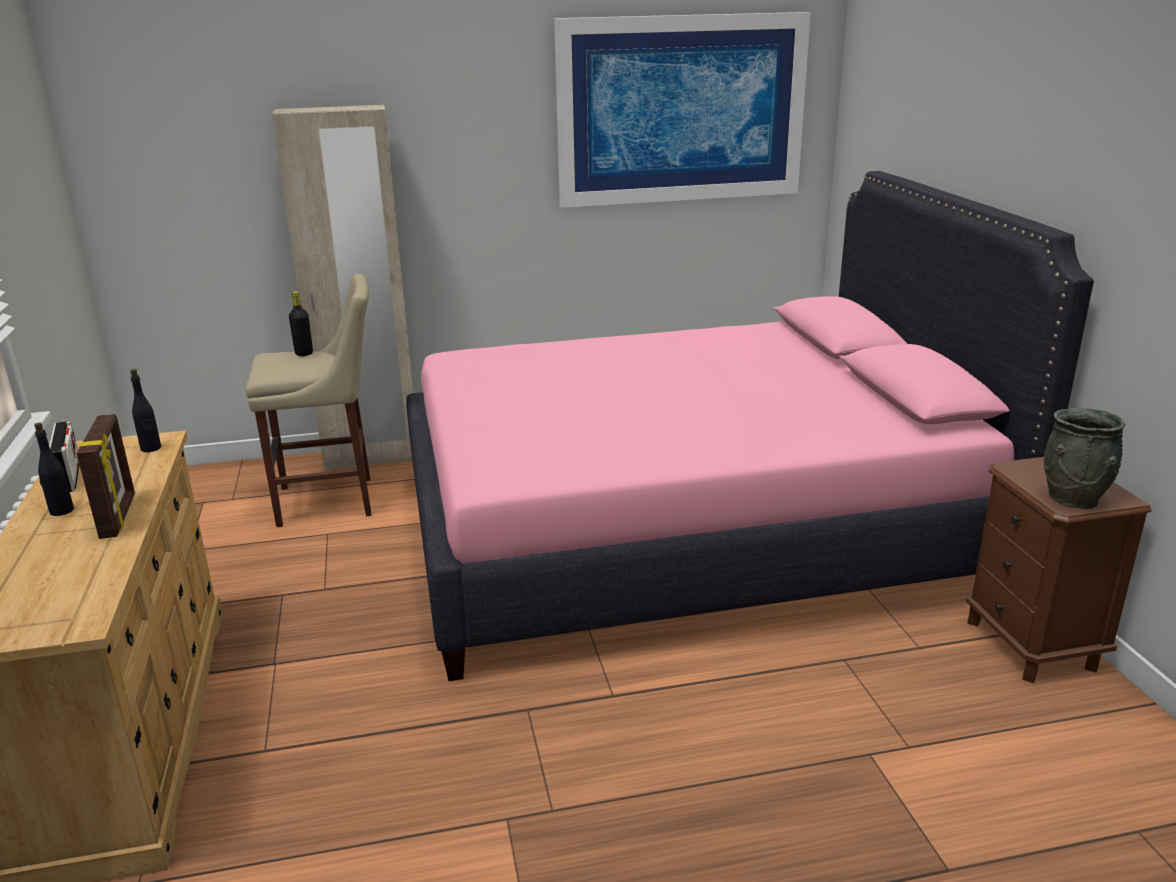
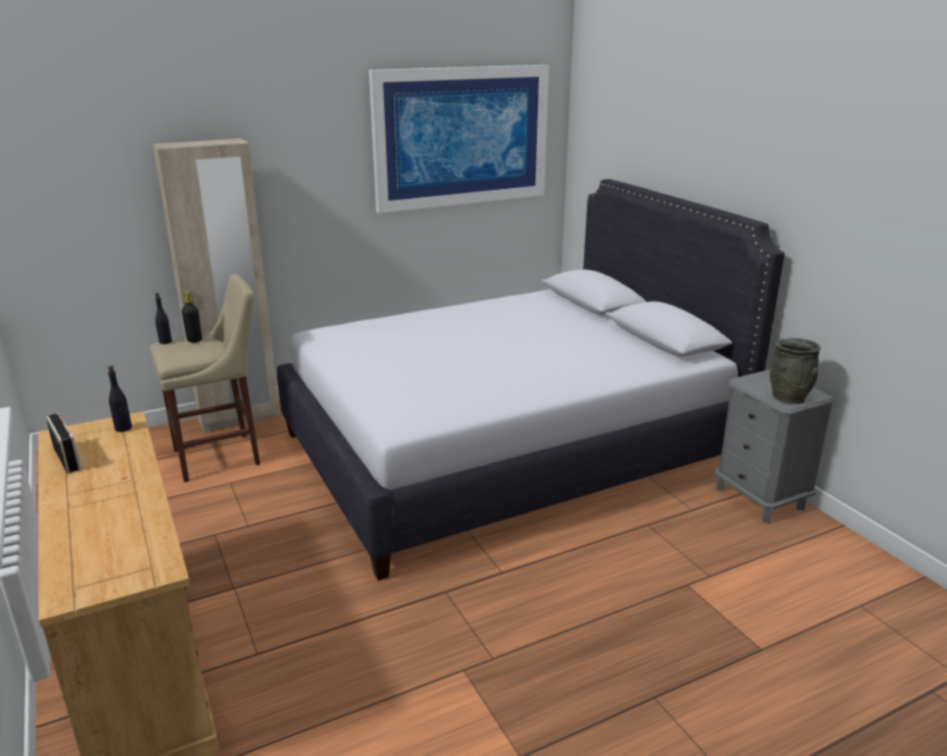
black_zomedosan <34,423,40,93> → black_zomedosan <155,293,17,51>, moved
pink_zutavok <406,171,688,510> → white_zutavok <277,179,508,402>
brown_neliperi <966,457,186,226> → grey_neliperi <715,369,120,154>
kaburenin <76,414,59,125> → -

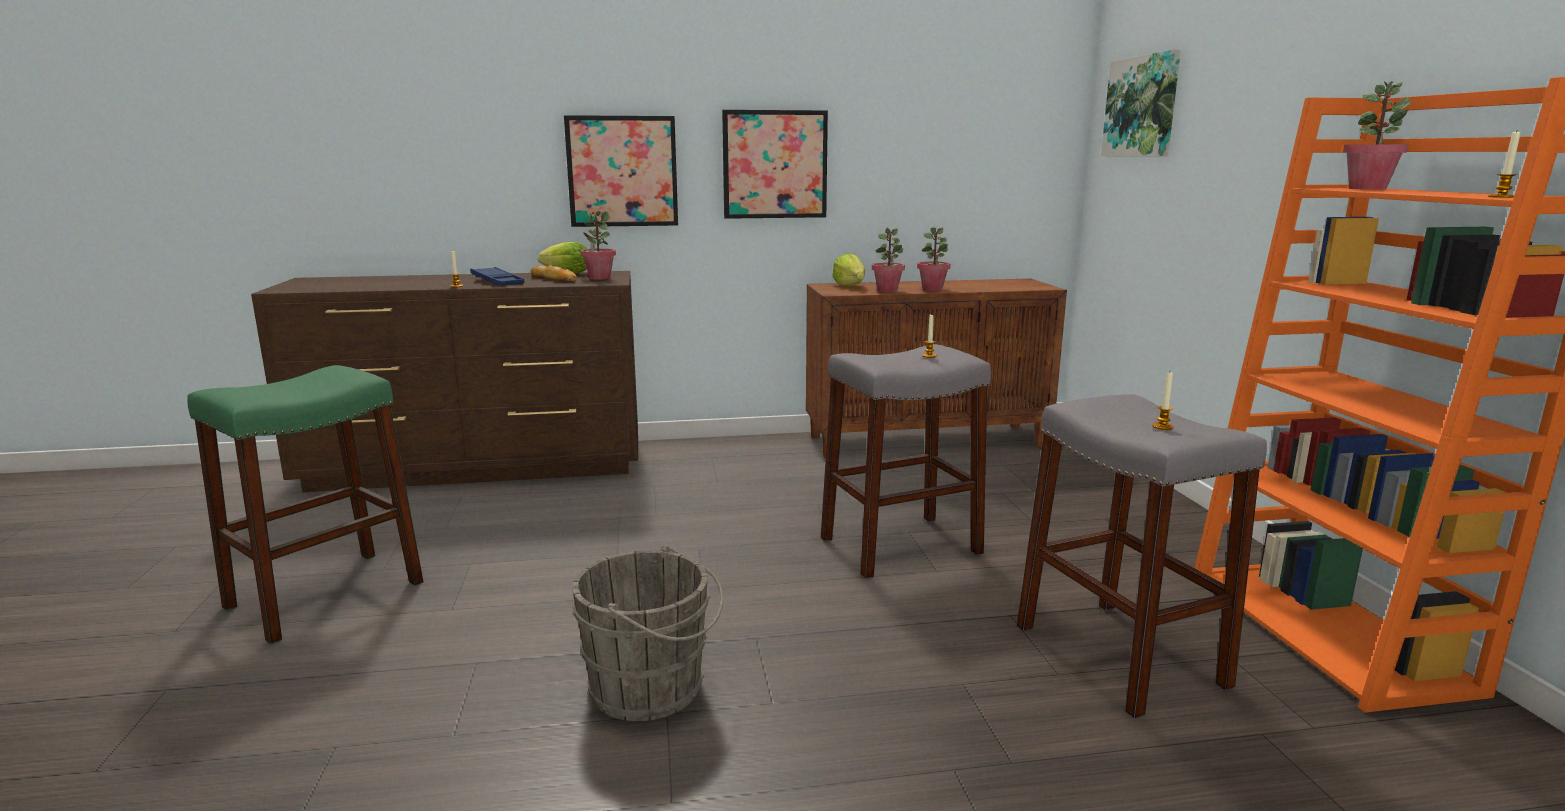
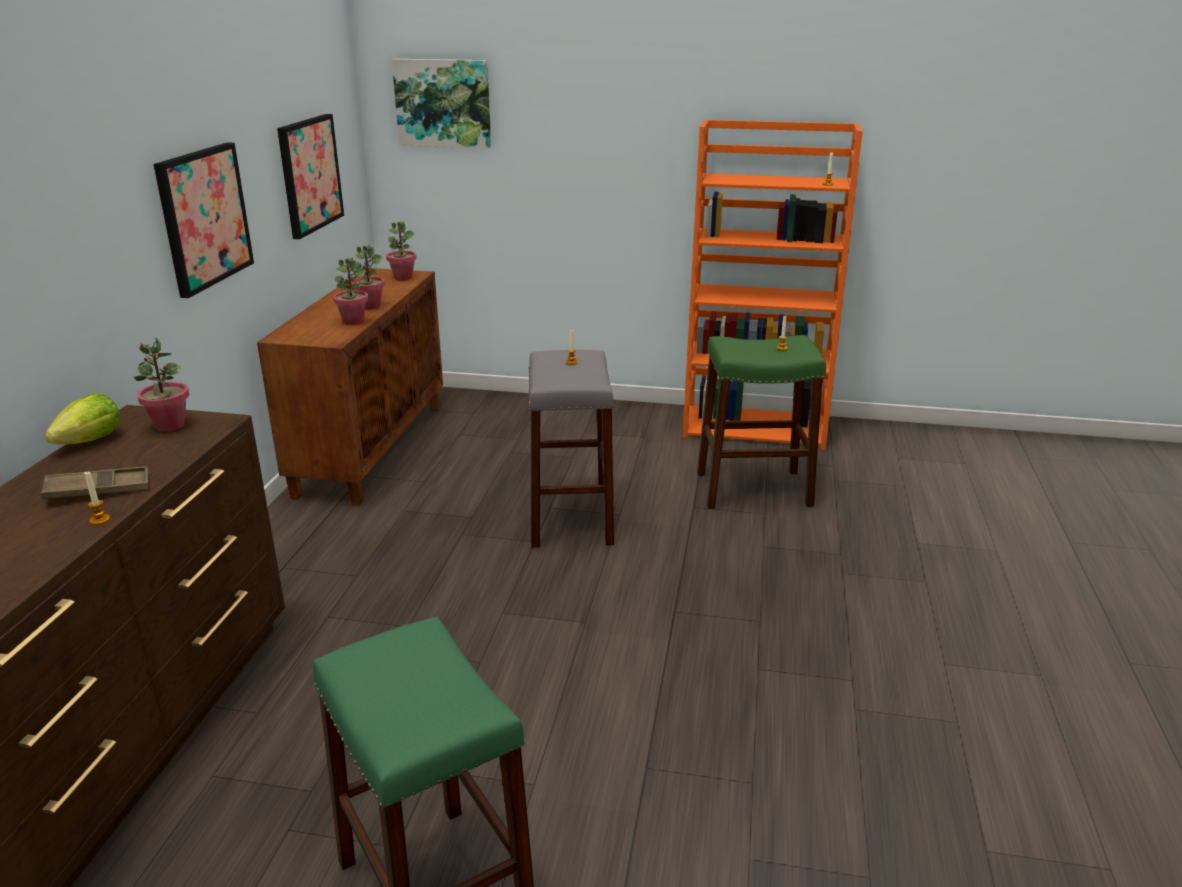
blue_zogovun <470,267,55,19> → brown_zogovun <41,466,108,35>
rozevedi <564,115,114,112> → rozevedi <277,114,67,125>, moved
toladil <1343,81,68,109> → toladil <386,221,31,60>, moved
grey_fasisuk <1017,394,250,324> → green_fasisuk <697,335,129,174>
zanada <530,265,47,17> → -
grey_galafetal <572,545,151,176> → -
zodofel <832,253,33,33> → -

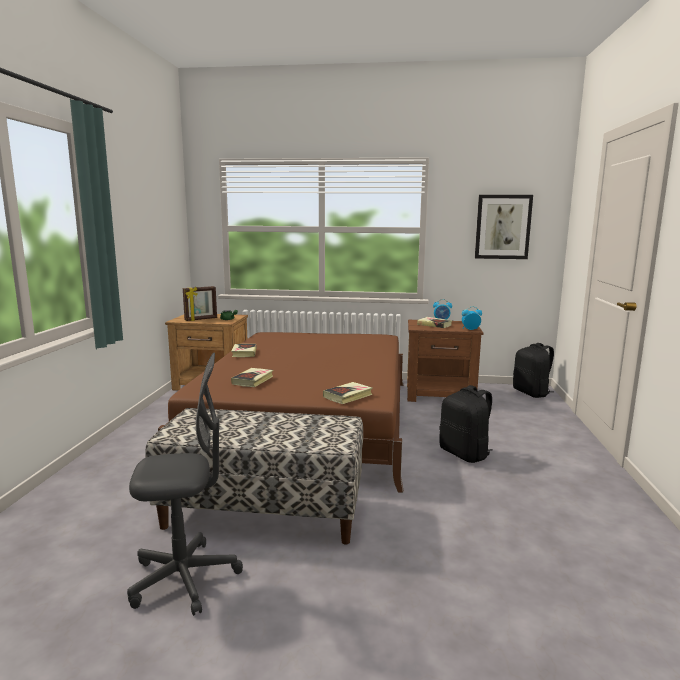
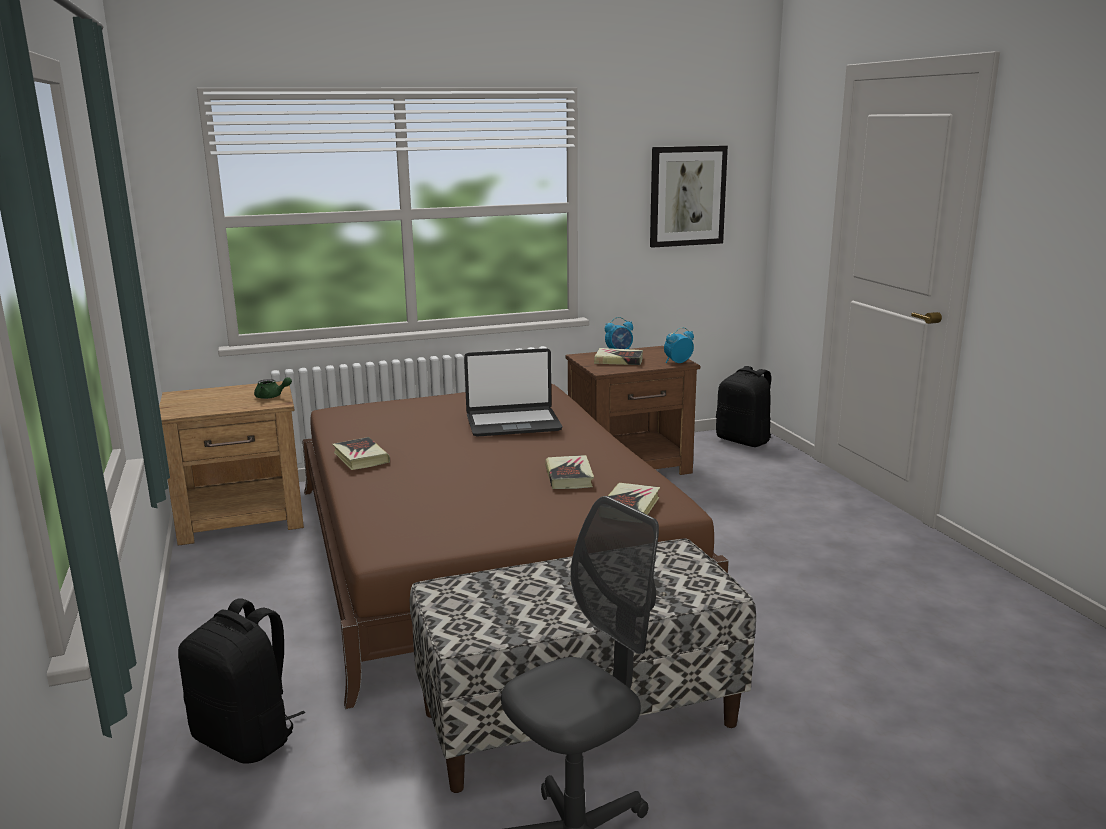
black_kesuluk <439,385,54,78> → black_kesuluk <178,598,127,166>, moved
- → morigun <464,348,99,89>
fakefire <231,368,42,19> → fakefire <545,455,49,34>, moved
kaburenin <183,286,34,35> → -

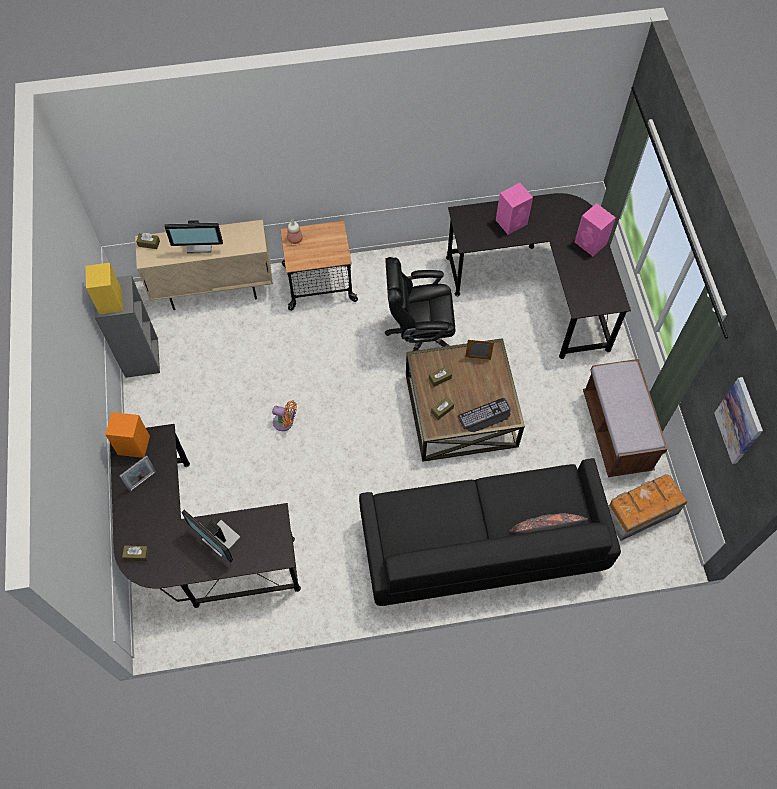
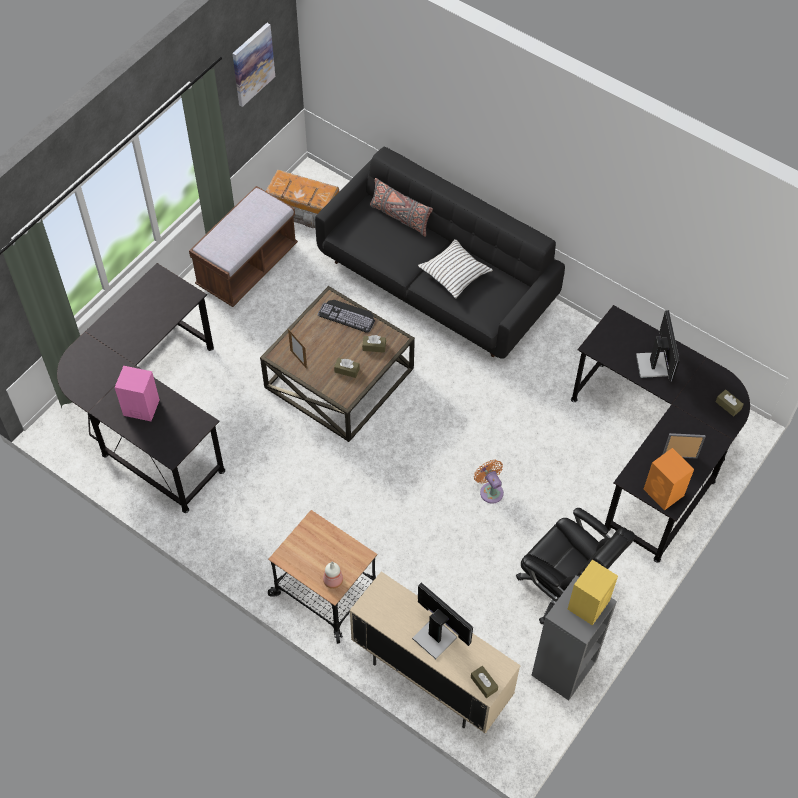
- → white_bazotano <418,239,75,60>
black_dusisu <385,257,70,94> → black_dusisu <516,508,120,116>, moved
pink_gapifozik <575,203,41,53> → -

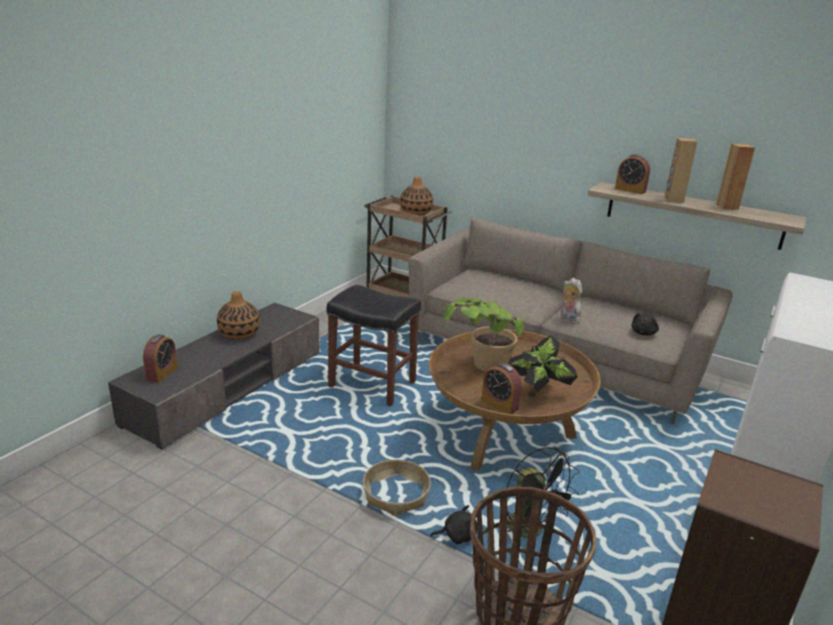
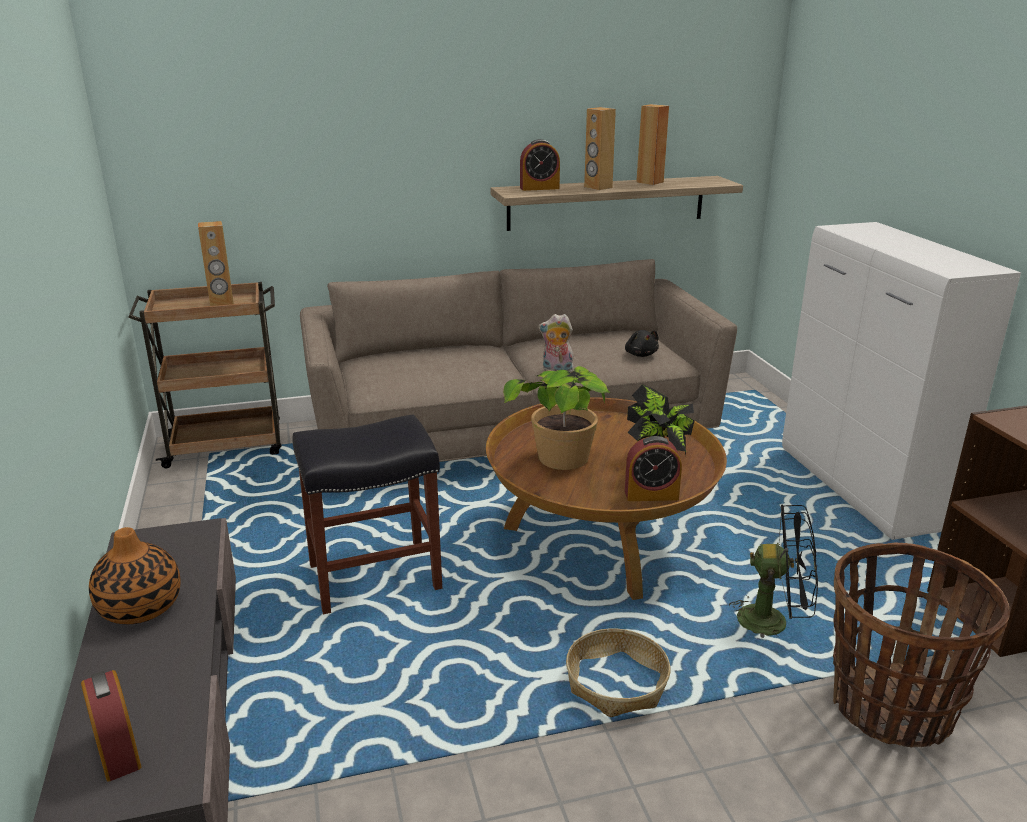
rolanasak <400,177,33,38> → brown_gapifozik <198,221,36,85>
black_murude <430,505,48,39> → -

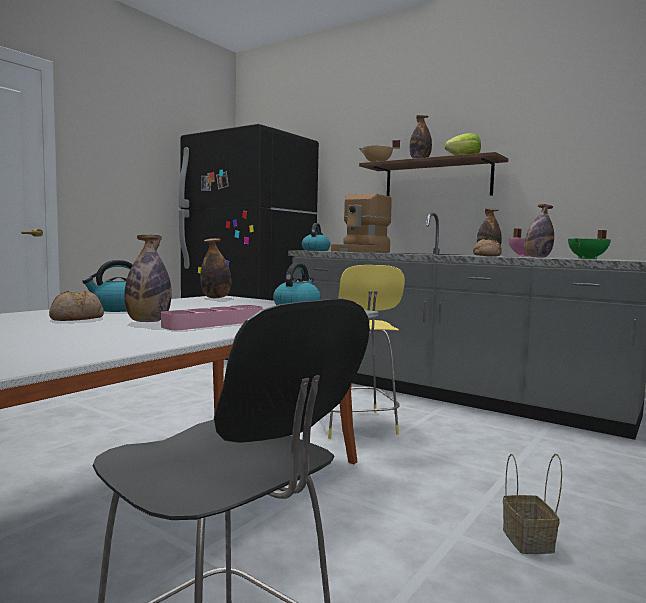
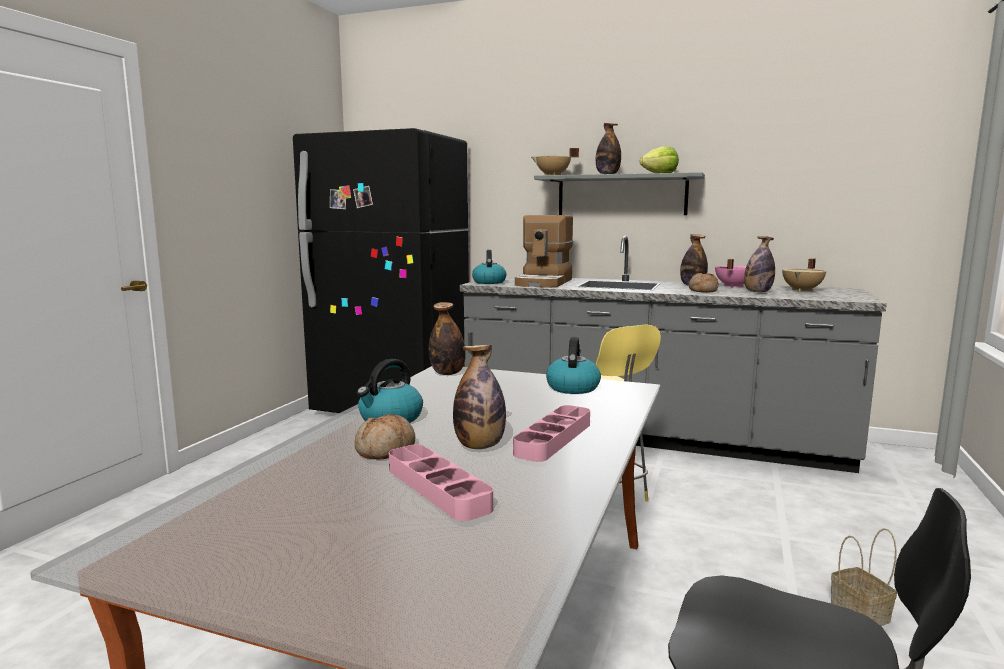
- → pink_zogovun <389,444,104,77>
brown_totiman <359,152,149,44> → grey_totiman <534,172,171,43>
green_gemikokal <568,230,43,29> → beige_gemikokal <782,258,44,34>

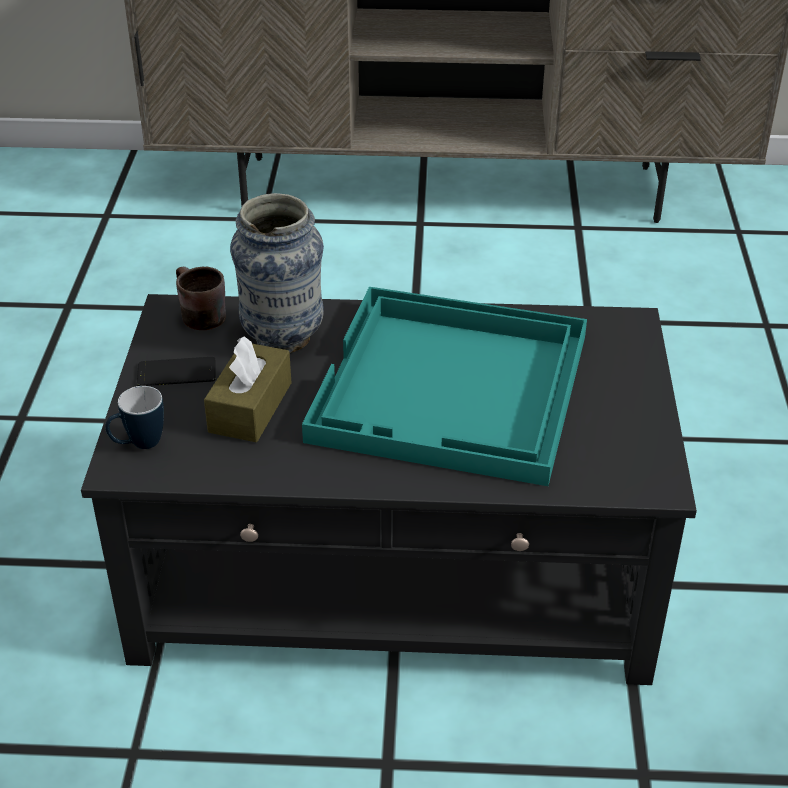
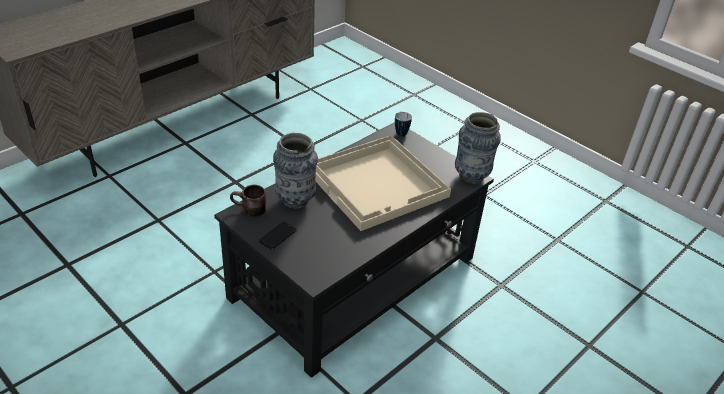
turquoise_zogovun <302,287,285,199> → beige_zogovun <316,135,135,96>
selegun <105,386,59,63> → selegun <395,112,17,24>, moved
- → rolanasak <455,112,46,72>
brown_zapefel <204,336,87,106> → -

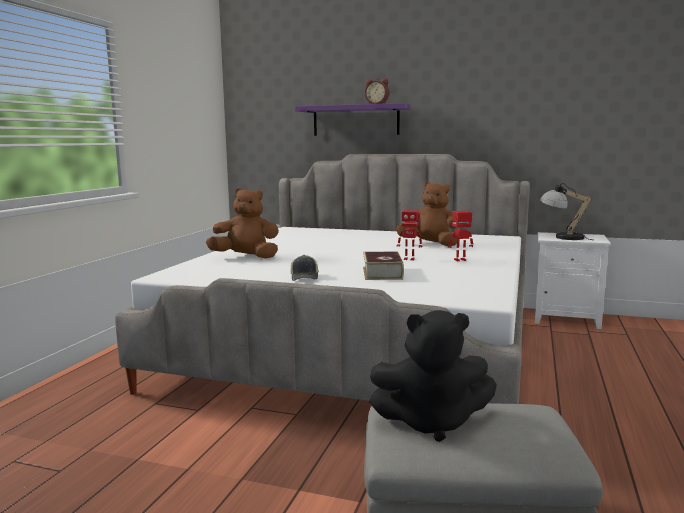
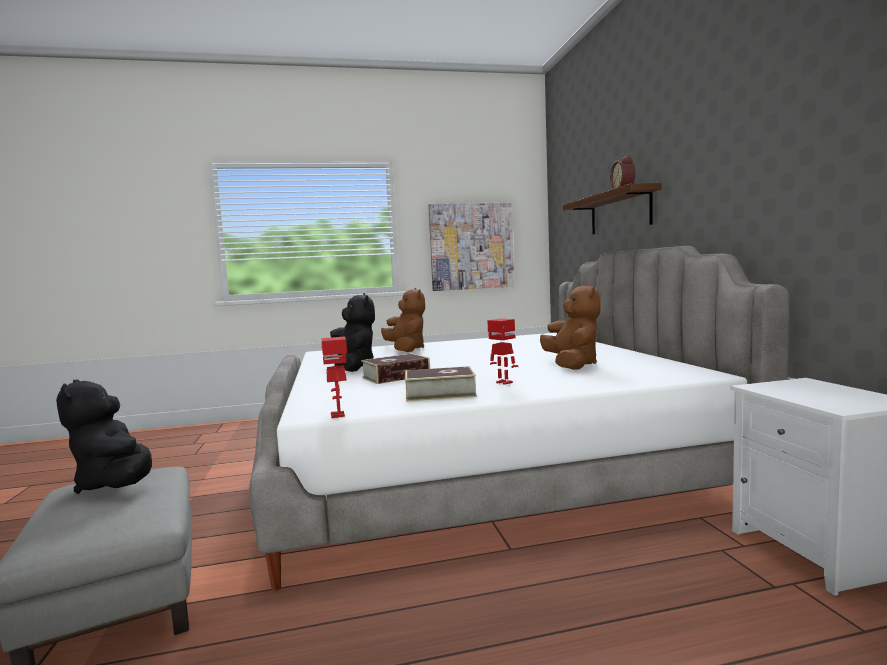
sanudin <397,210,25,51> → sanudin <321,336,26,82>, moved
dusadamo <291,255,28,26> → black_murude <330,293,45,79>
- → fakefire <405,366,72,35>
- → rozevedi <428,202,86,89>
purple_totiman <295,103,116,33> → brown_totiman <563,183,98,52>
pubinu <540,183,53,57> → -

